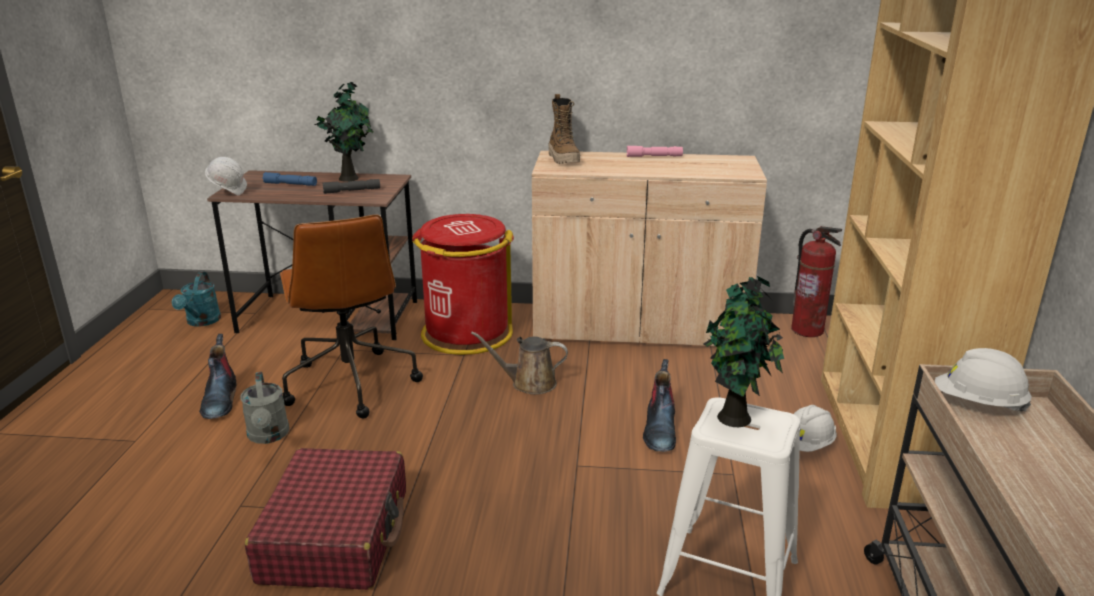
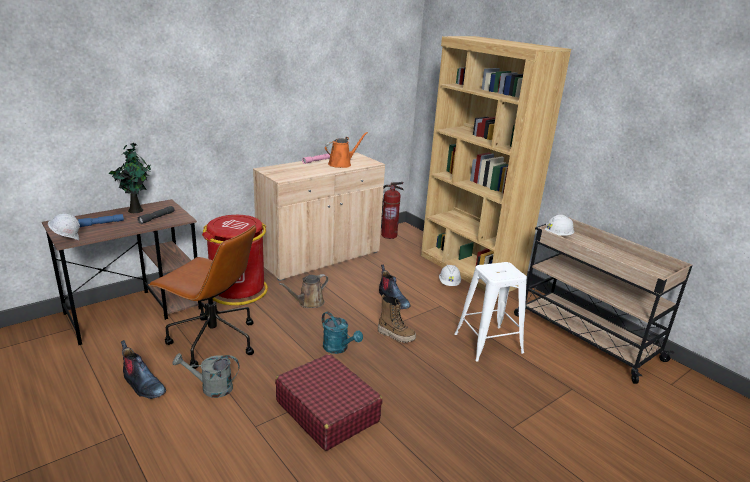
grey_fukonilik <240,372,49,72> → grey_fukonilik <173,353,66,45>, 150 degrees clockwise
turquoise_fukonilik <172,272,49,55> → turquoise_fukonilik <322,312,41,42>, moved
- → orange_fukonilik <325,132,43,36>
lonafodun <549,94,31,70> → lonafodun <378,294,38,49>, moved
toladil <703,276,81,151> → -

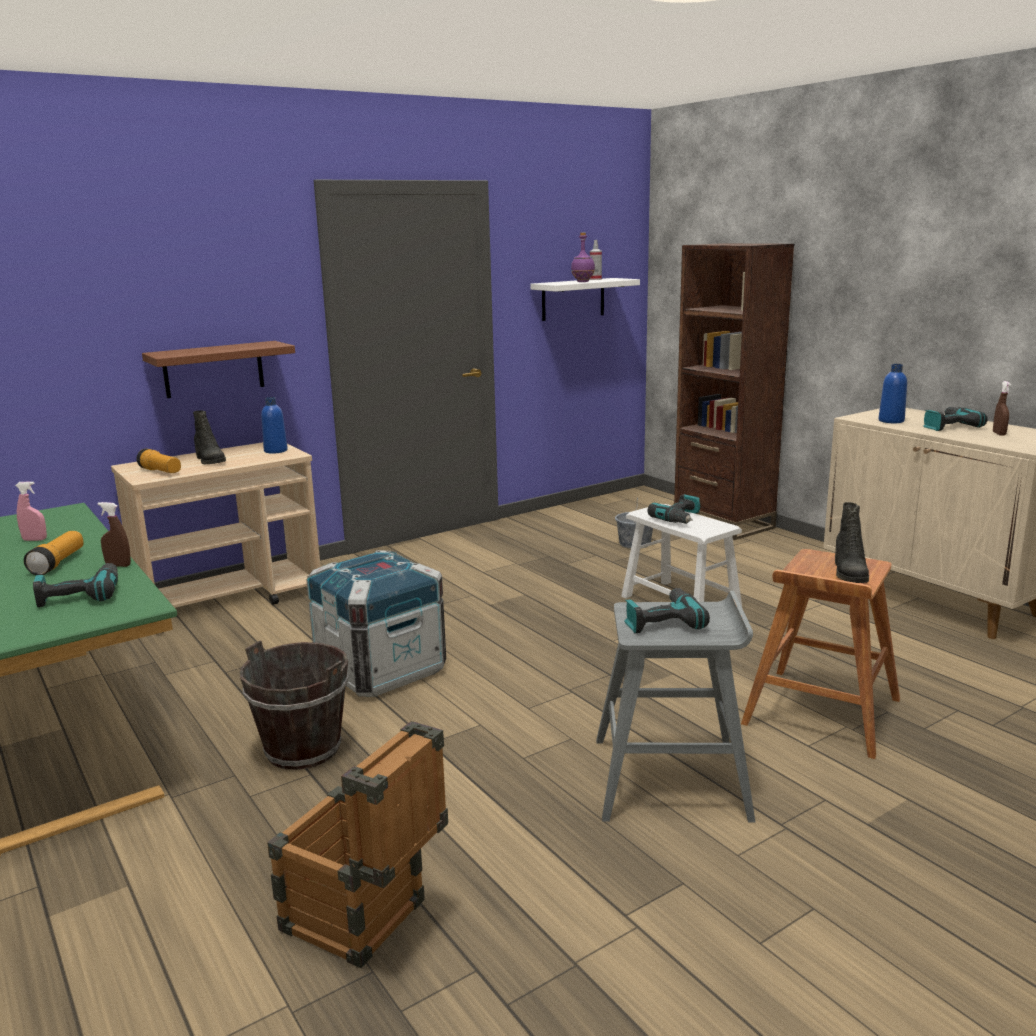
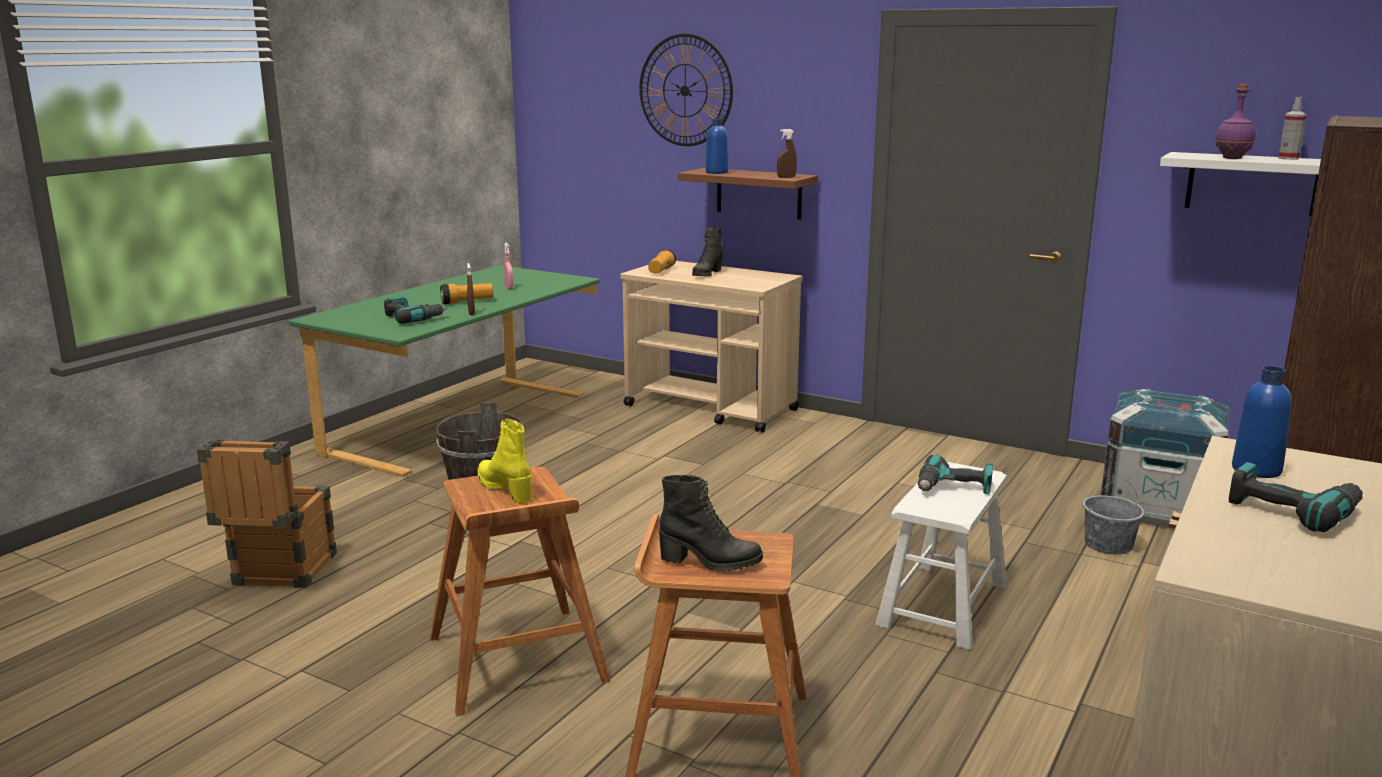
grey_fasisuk <596,591,159,232> → brown_fasisuk <430,467,180,250>
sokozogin <624,588,86,46> → yellow_lonafodun <478,419,54,84>
- → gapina <639,34,94,112>
black_lonafodun <835,502,34,81> → black_lonafodun <659,474,104,98>, 150 degrees counterclockwise
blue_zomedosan <261,397,27,57> → blue_zomedosan <706,118,22,56>, moved
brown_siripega <993,381,18,55> → brown_siripega <777,129,20,49>, moved
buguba <306,551,140,146> → buguba <1101,389,129,138>, moved

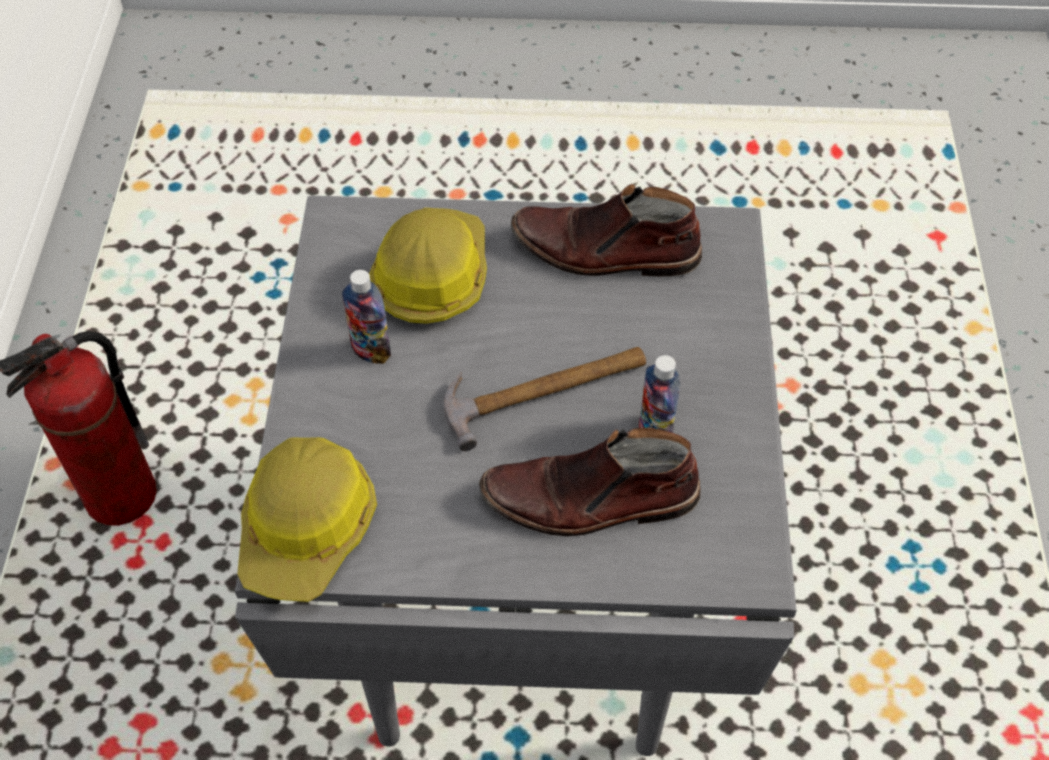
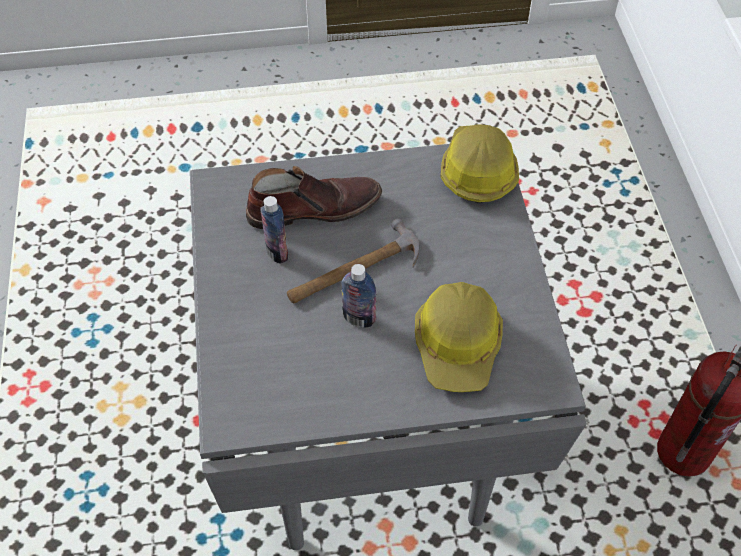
zomedosan <342,270,49,94> → zomedosan <341,264,35,64>, moved
brown_lonafodun <511,184,191,92> → -

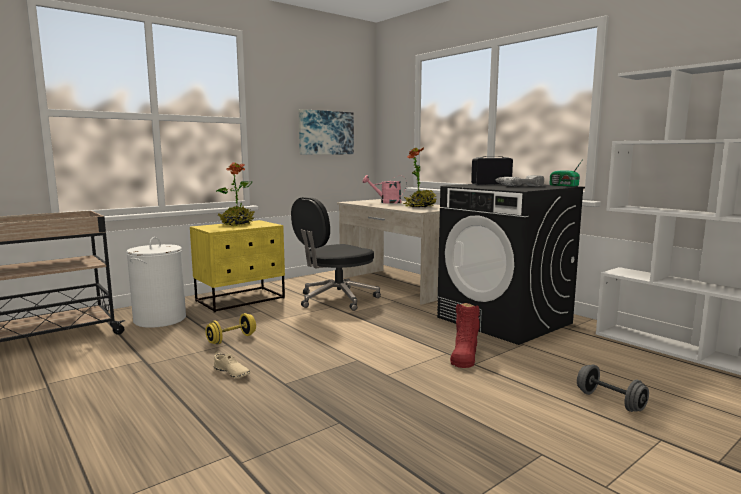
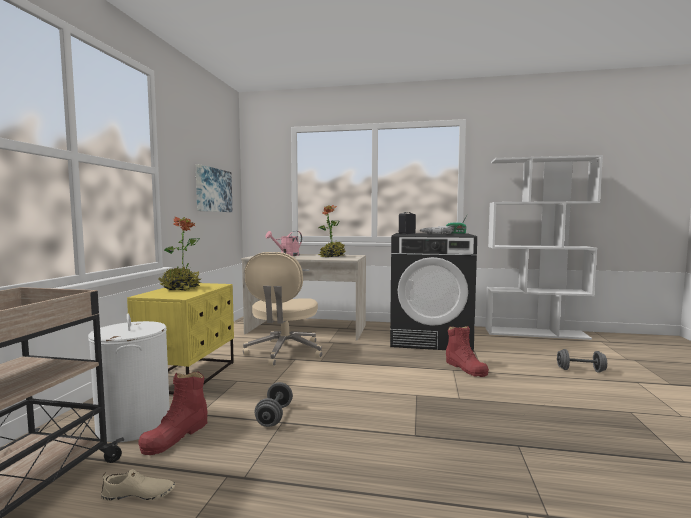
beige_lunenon <214,351,36,27> → beige_lunenon <101,469,74,32>, moved
- → red_lonafodun <138,371,69,84>
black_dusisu <291,197,90,114> → beige_dusisu <243,252,80,114>
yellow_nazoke <205,313,51,32> → grey_nazoke <255,382,38,45>

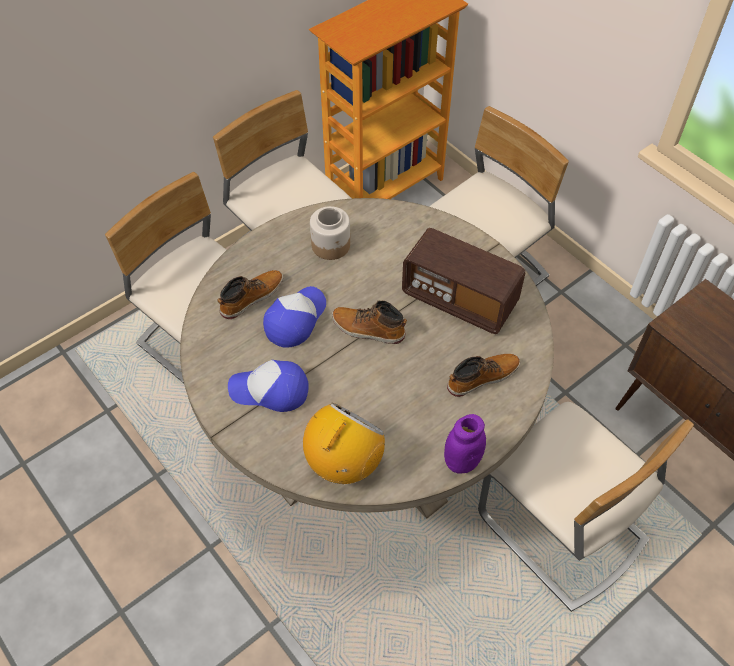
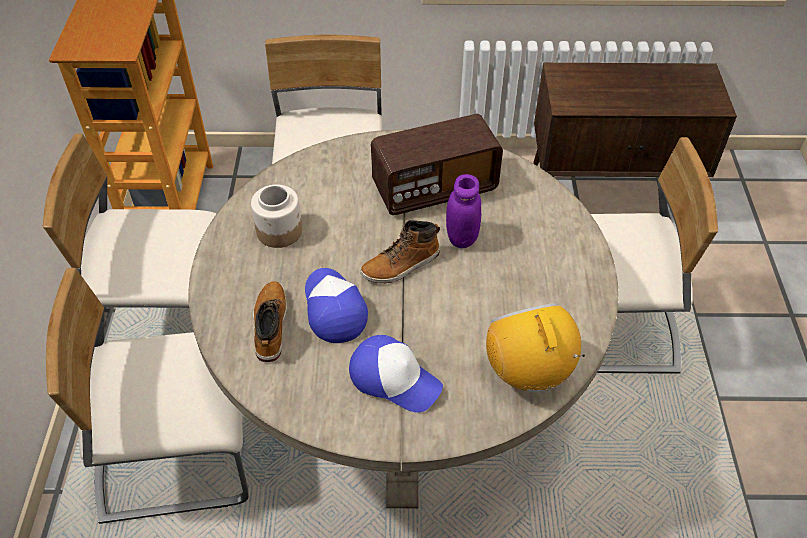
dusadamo <228,360,81,52> → dusadamo <349,335,94,78>, 105 degrees counterclockwise
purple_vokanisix <444,414,42,60> → purple_vokanisix <446,174,35,74>, moved
lonafodun <447,354,73,43> → -

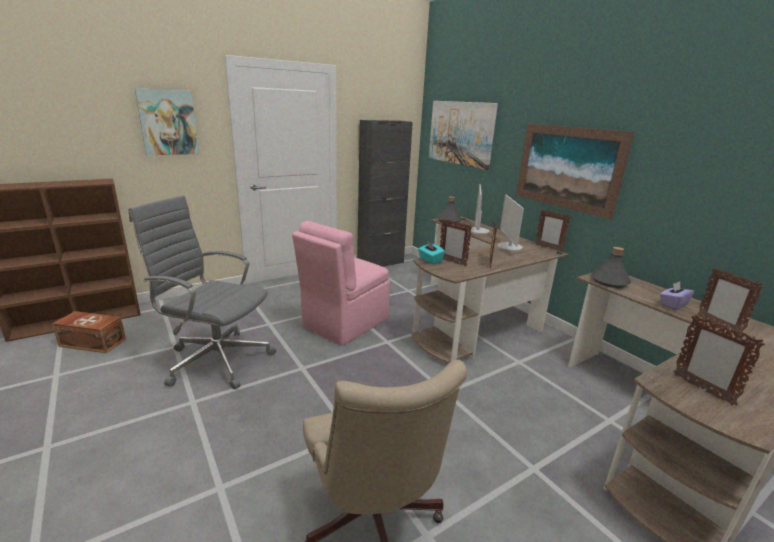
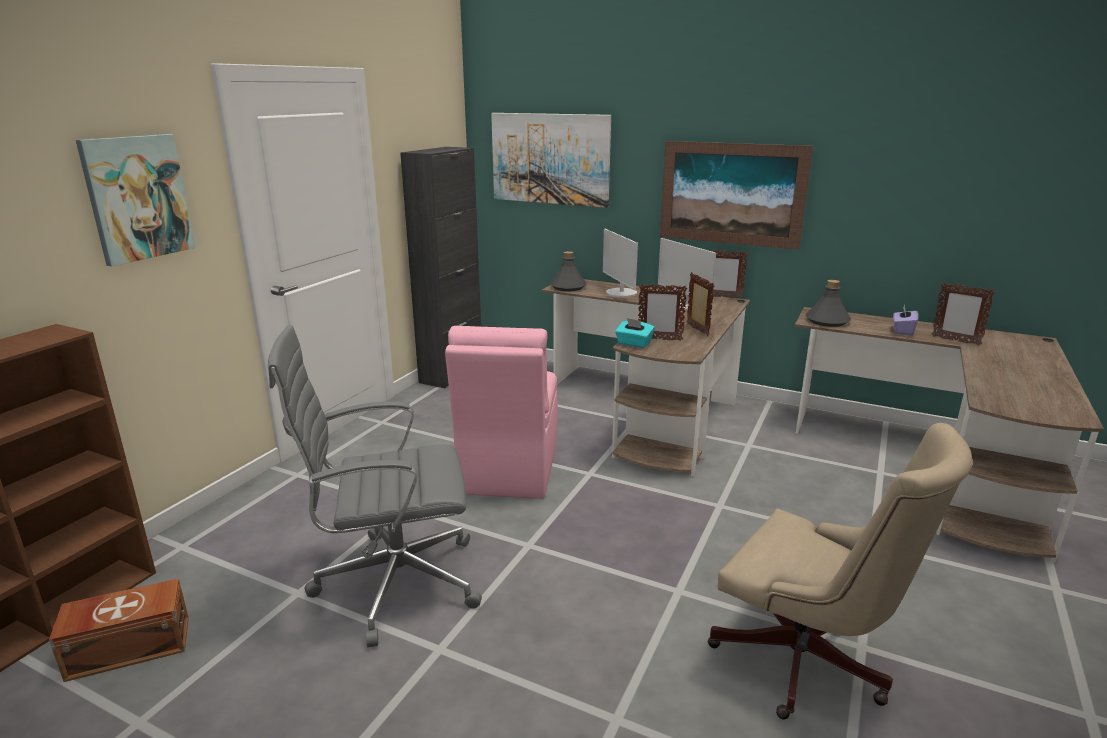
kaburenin <673,315,92,90> → -

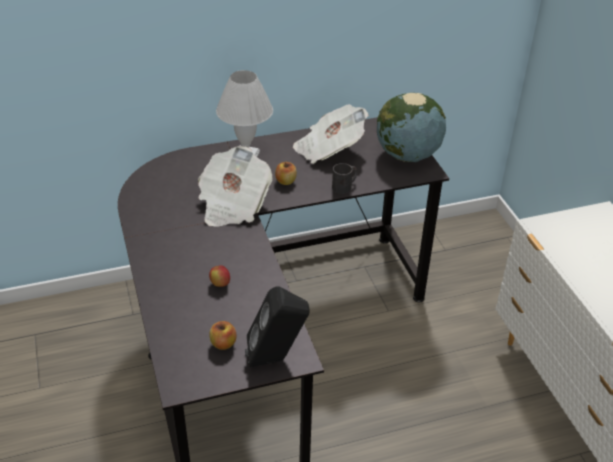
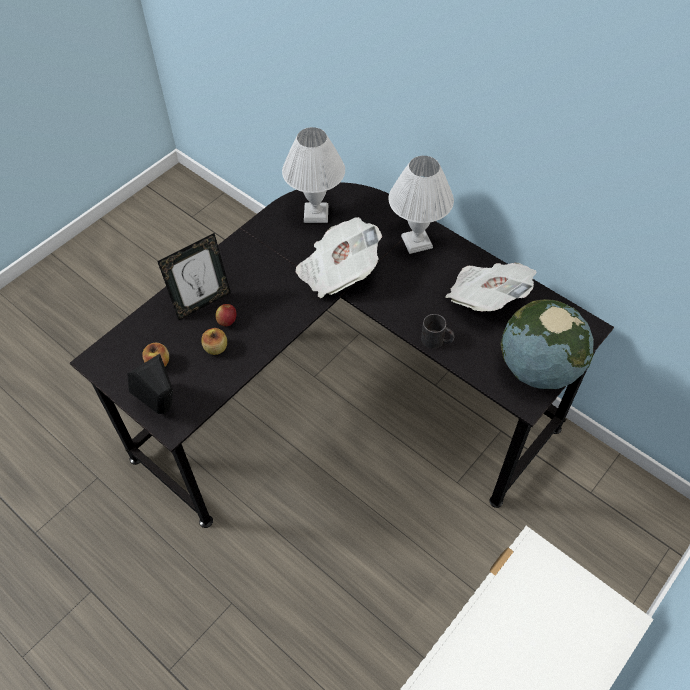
- → kaburenin <157,233,74,87>
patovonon <275,162,22,23> → patovonon <202,328,25,27>, moved
- → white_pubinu <282,127,63,96>

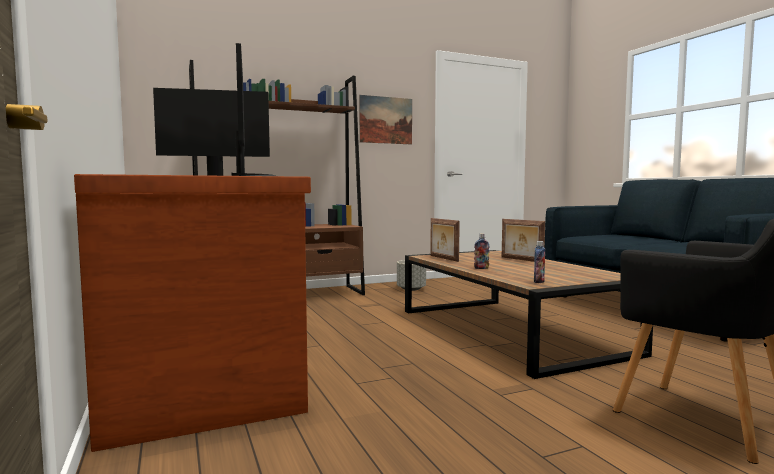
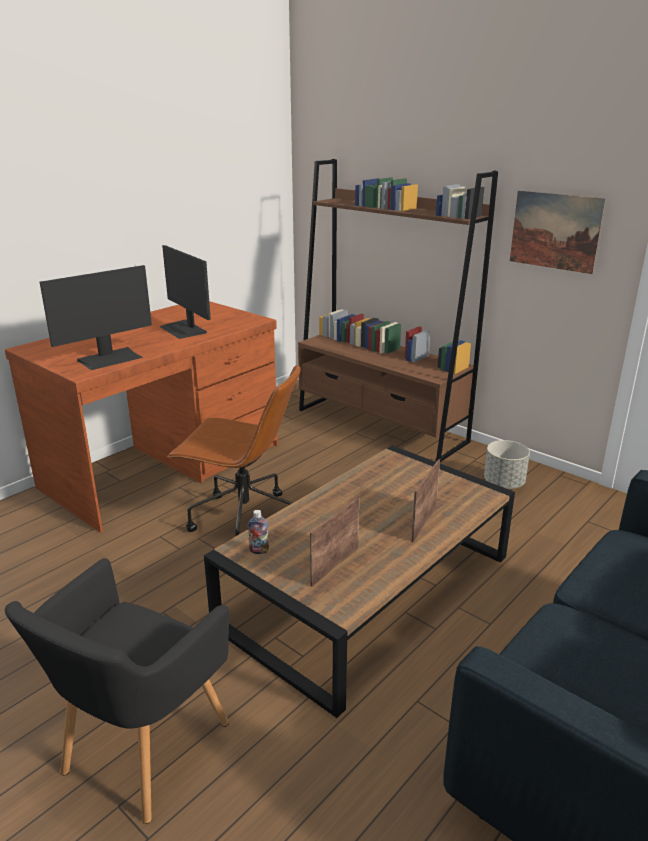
- → brown_dusisu <167,364,134,172>
kaburenin <430,218,30,44> → kaburenin <310,497,49,90>, moved
zomedosan <474,234,16,35> → -

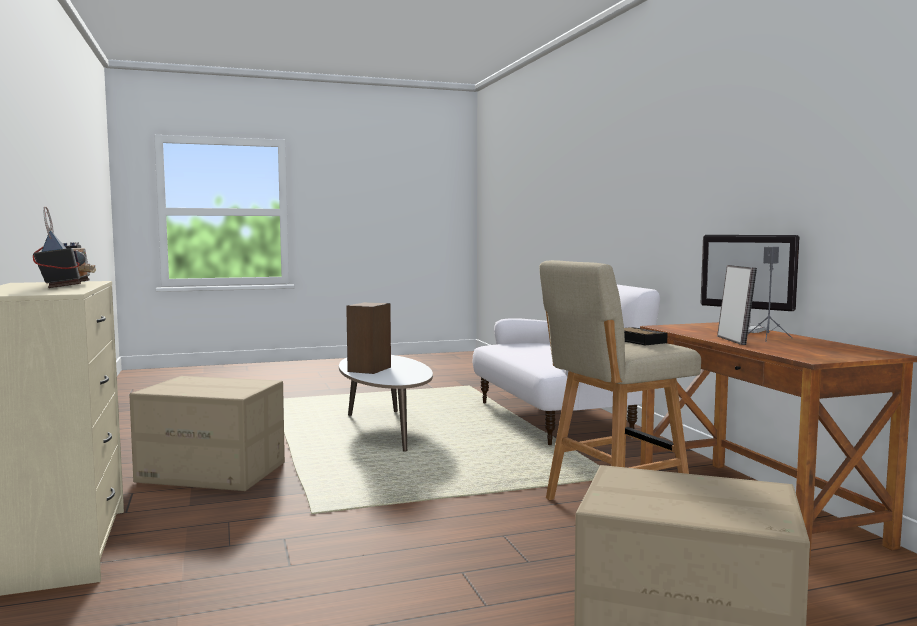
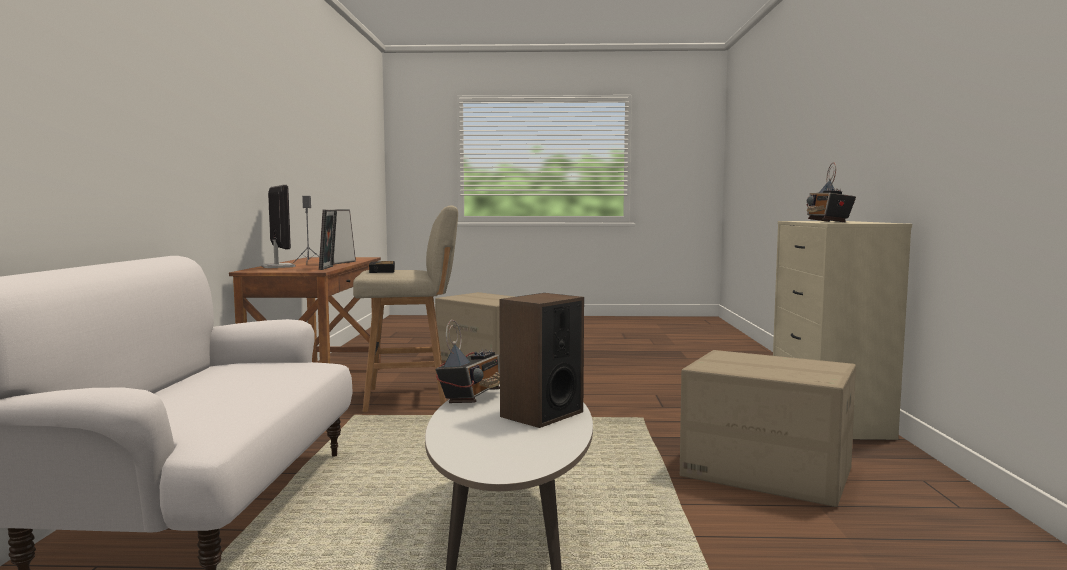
- → kaburenin <319,209,18,61>
- → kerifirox <435,320,65,83>

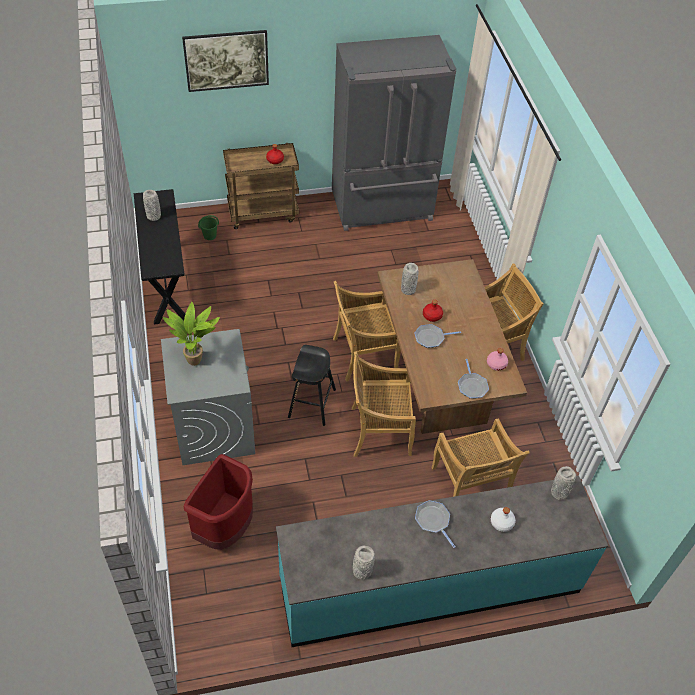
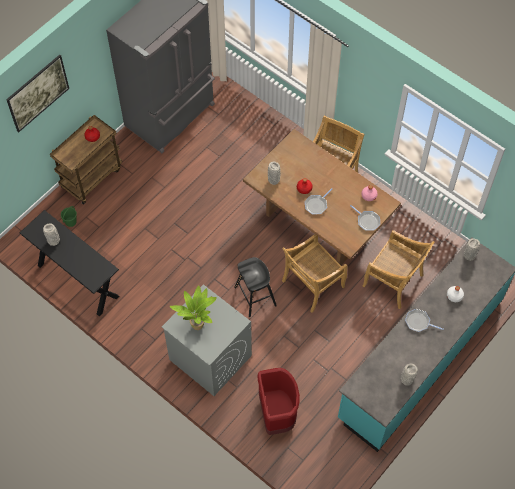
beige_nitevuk <333,281,68,100> → -

